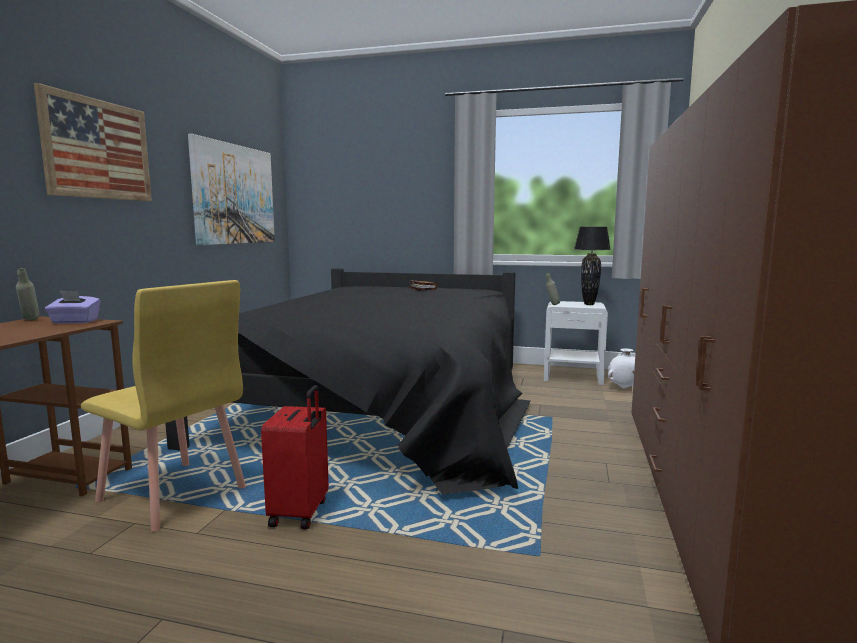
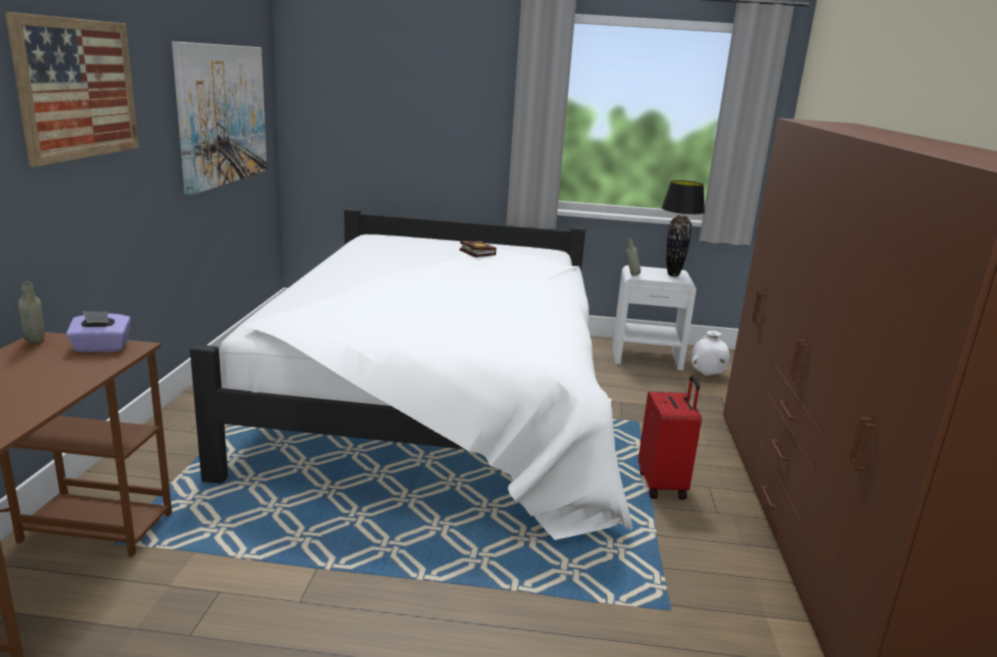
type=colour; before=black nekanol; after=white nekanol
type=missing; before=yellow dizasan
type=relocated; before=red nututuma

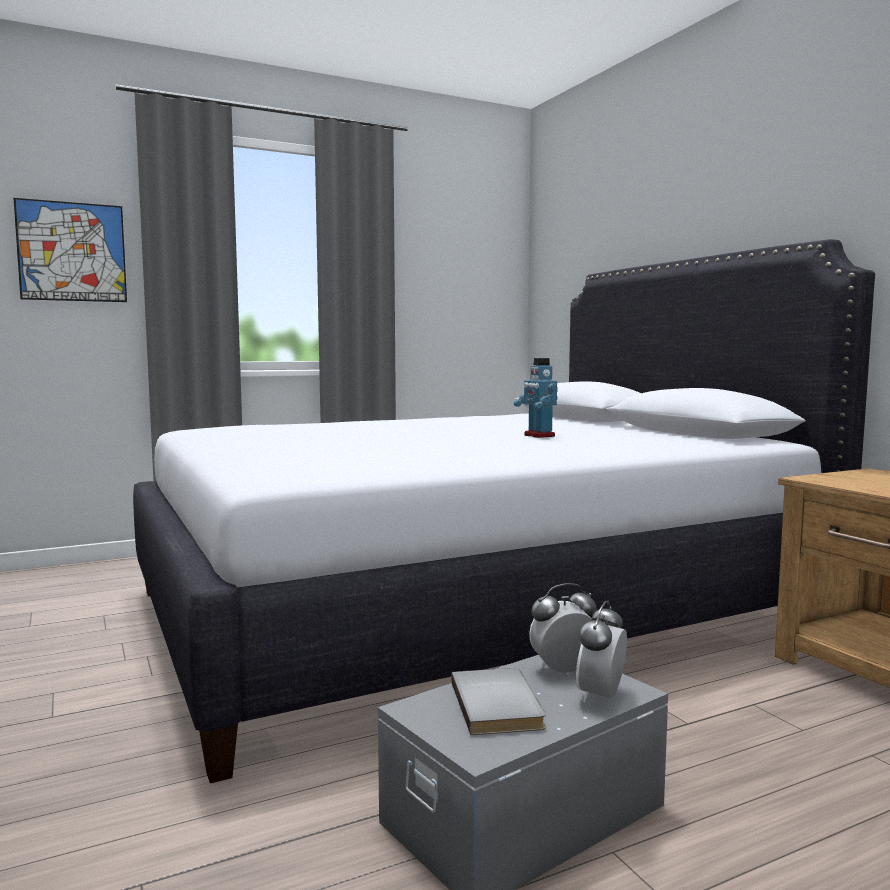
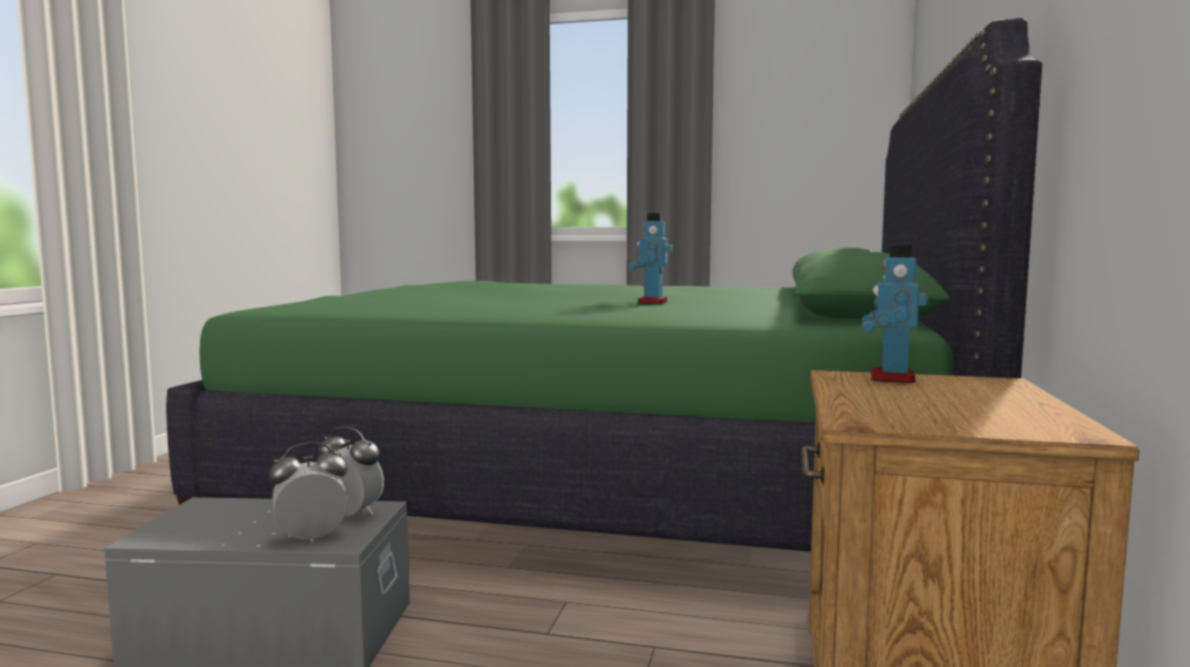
type=missing; before=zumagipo
type=colour; before=white nekanol; after=green nekanol
type=missing; before=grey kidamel
type=appeared; after=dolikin (no. 2 from left)

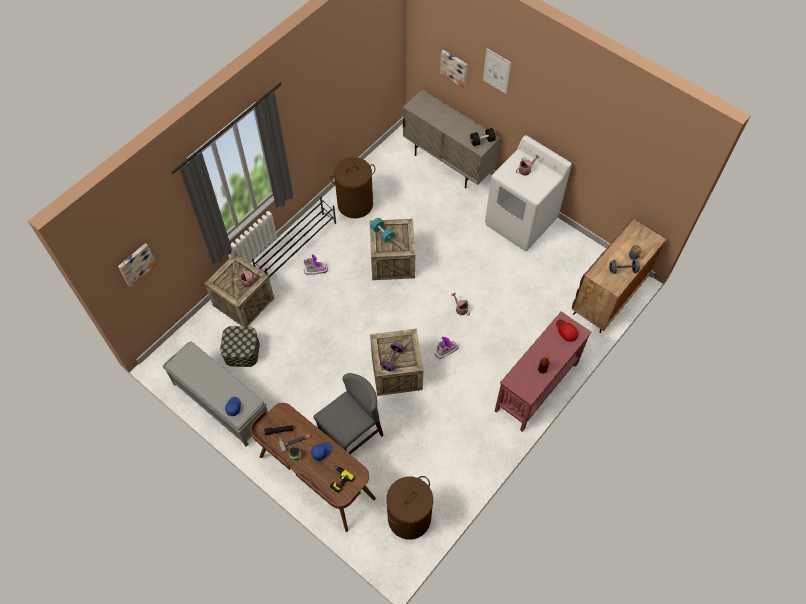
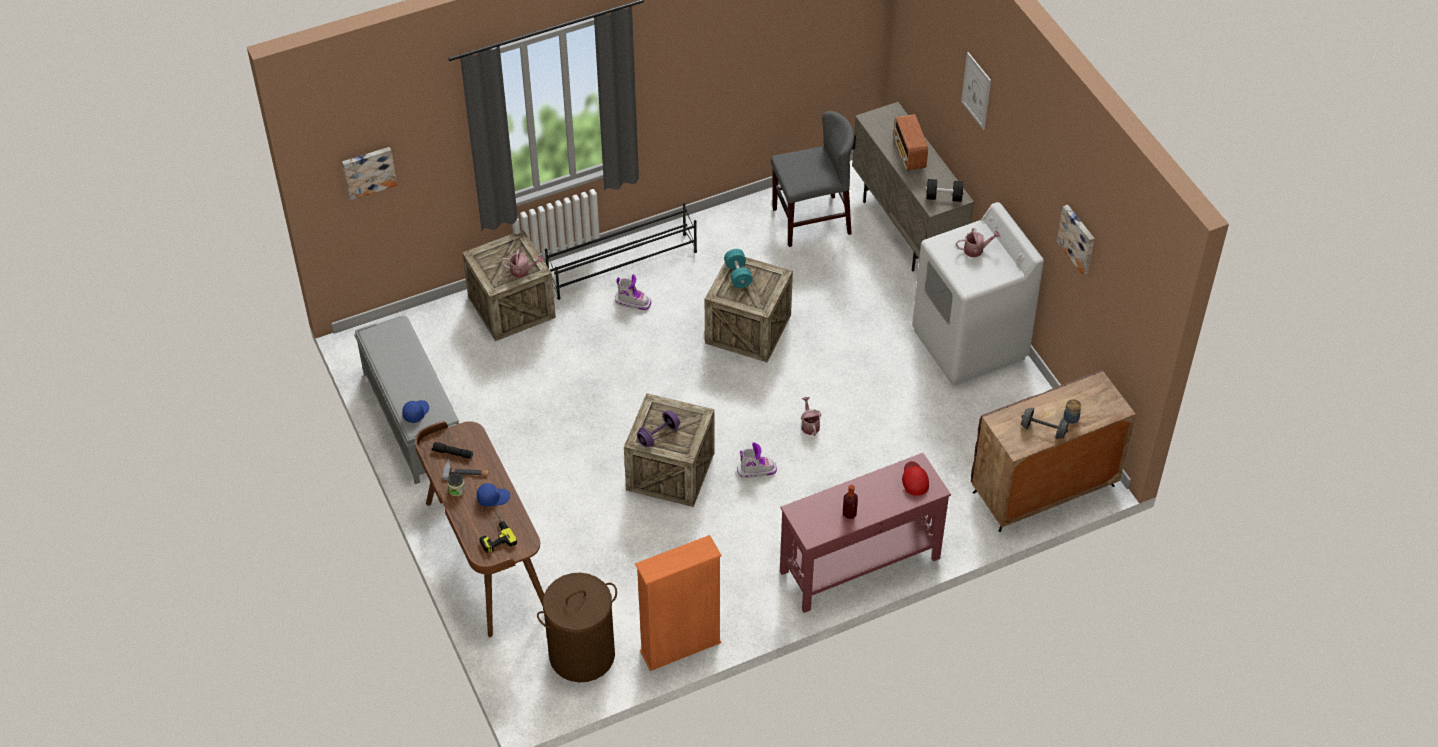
type=relocated; before=zumagipo (no. 2 from left in the first image); after=zumagipo (no. 3 from left)
type=missing; before=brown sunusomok (no. 1 from left)
type=missing; before=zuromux
type=relocated; before=grey dizasan
type=appeared; after=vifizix
type=appeared; after=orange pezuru

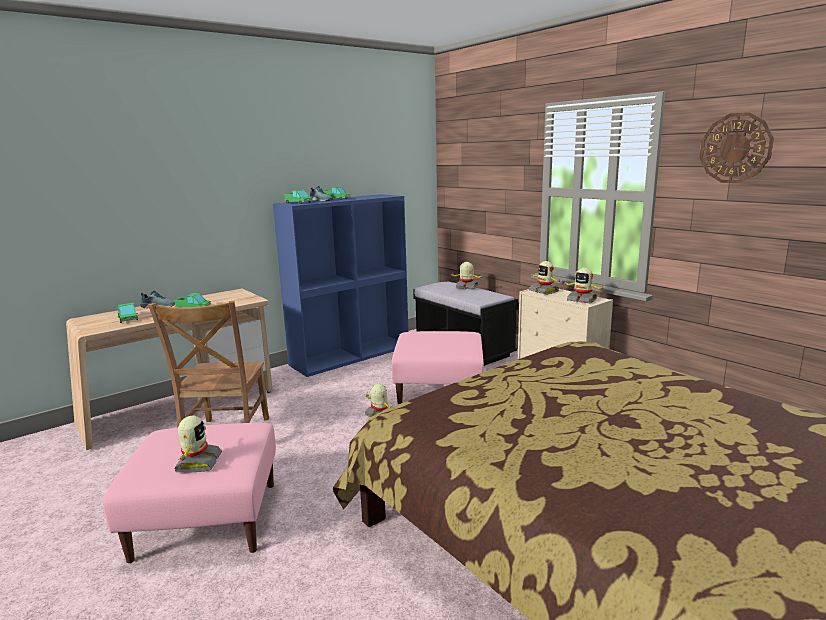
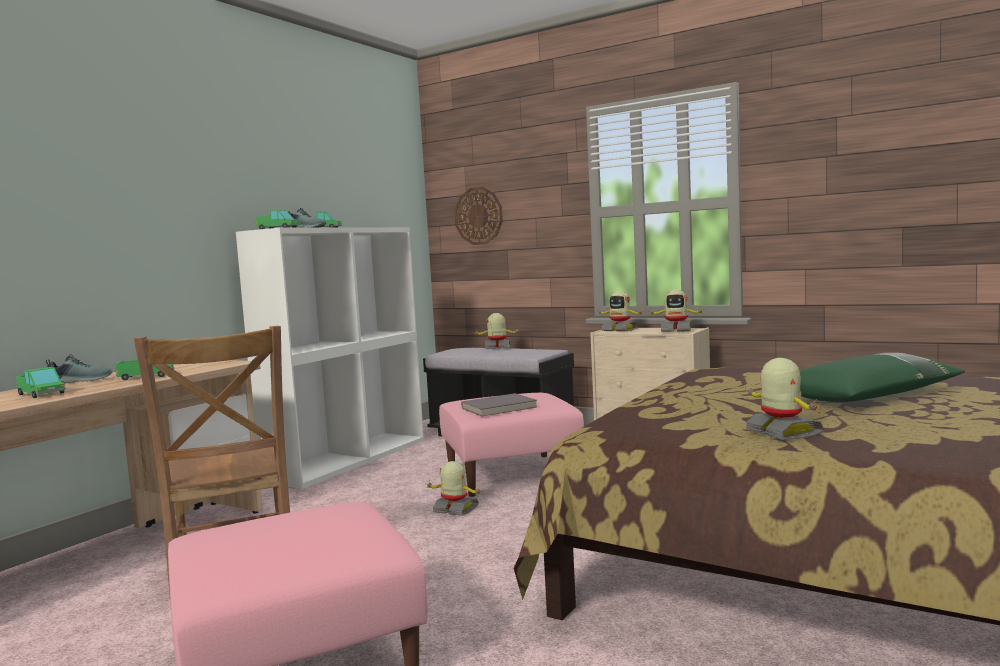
type=relocated; before=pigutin
type=colour; before=blue pezuru; after=white pezuru
type=relocated; before=dolikin (no. 1 from left in the first image); after=dolikin (no. 5 from left)
type=appeared; after=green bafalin
type=appeared; after=grey kidamel

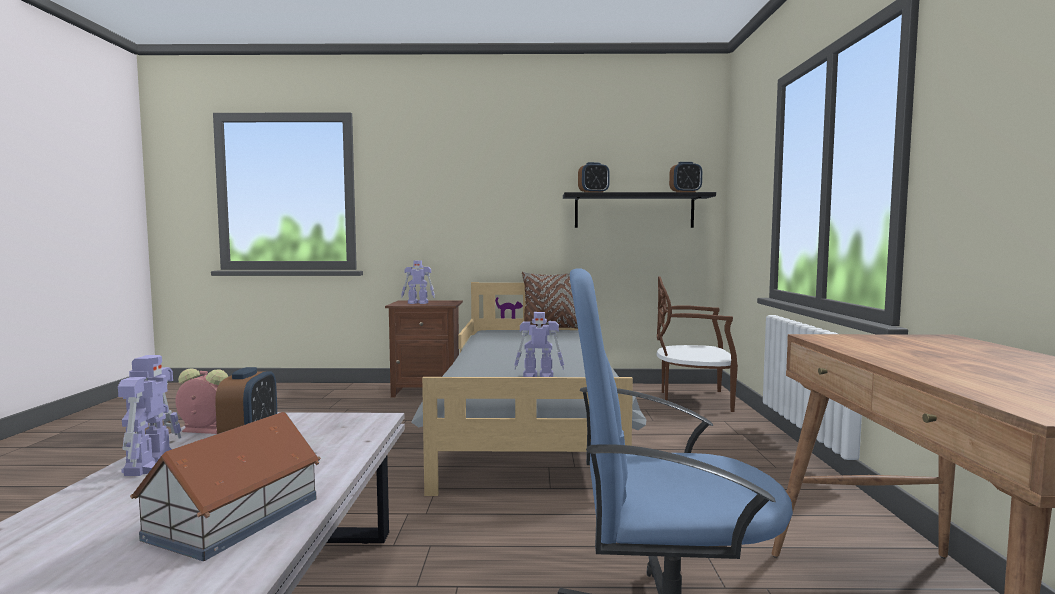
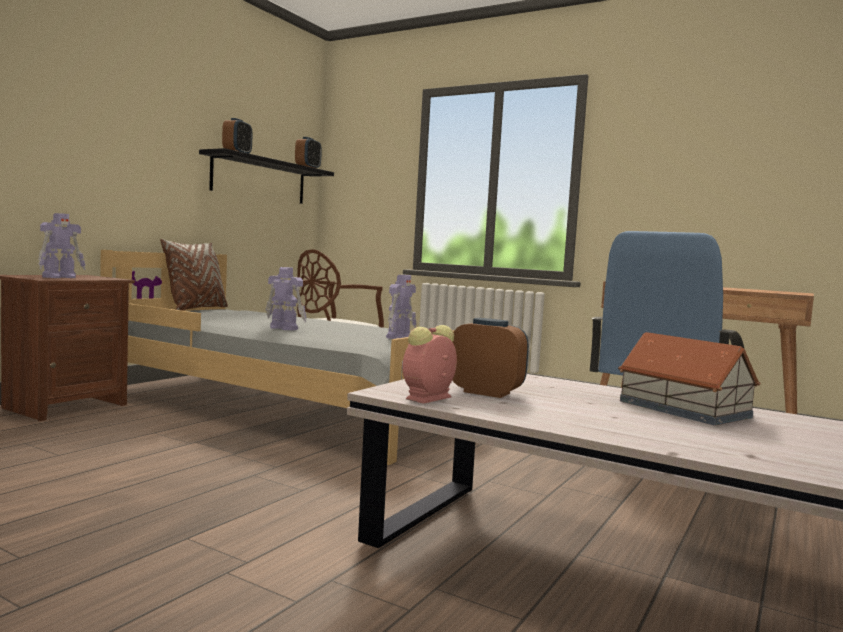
type=relocated; before=dolikin (no. 1 from left in the first image); after=dolikin (no. 2 from left)

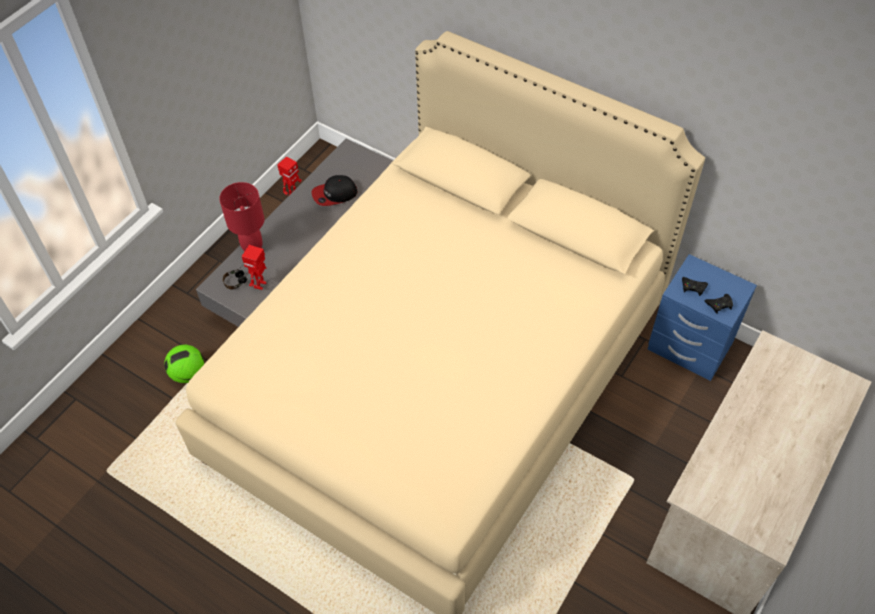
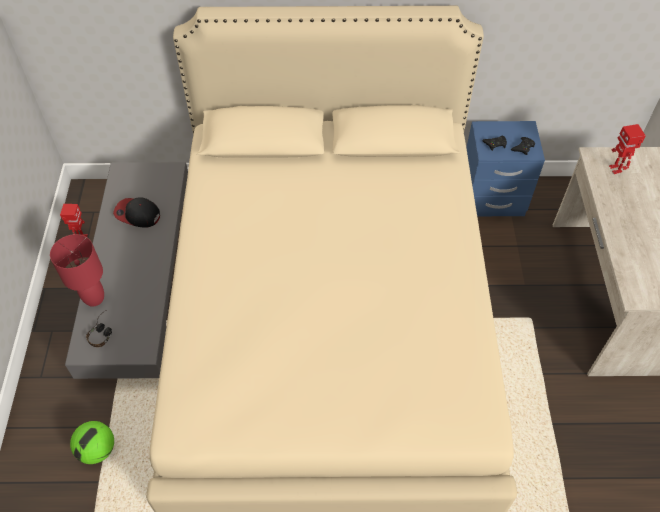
type=spun; before=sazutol; turn=75
type=relocated; before=dolikin (no. 1 from left in the first image); after=dolikin (no. 2 from left)

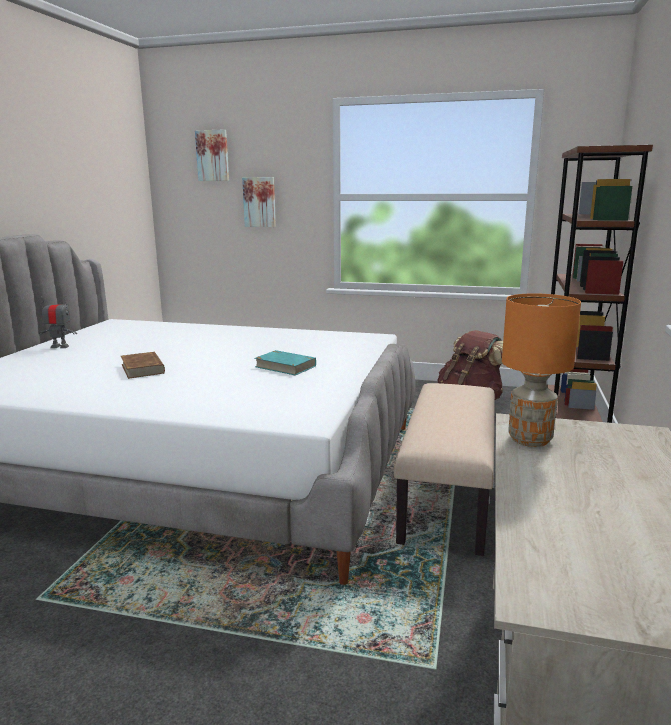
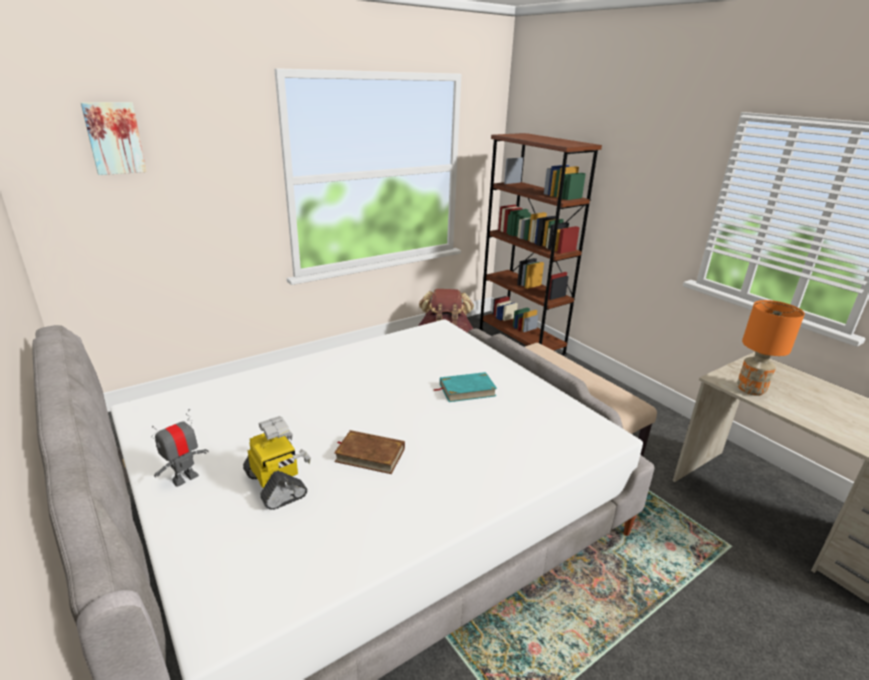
type=missing; before=zumagipo (no. 2 from left)
type=appeared; after=dolikin (no. 2 from left)

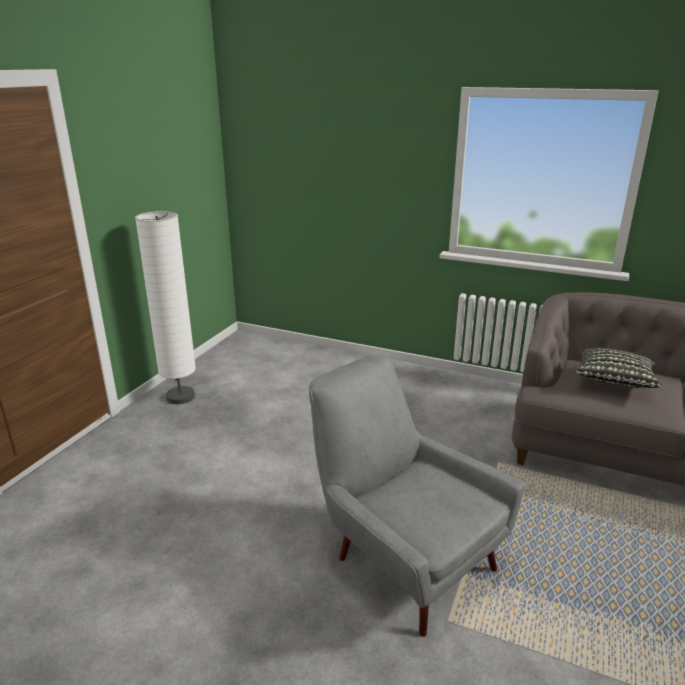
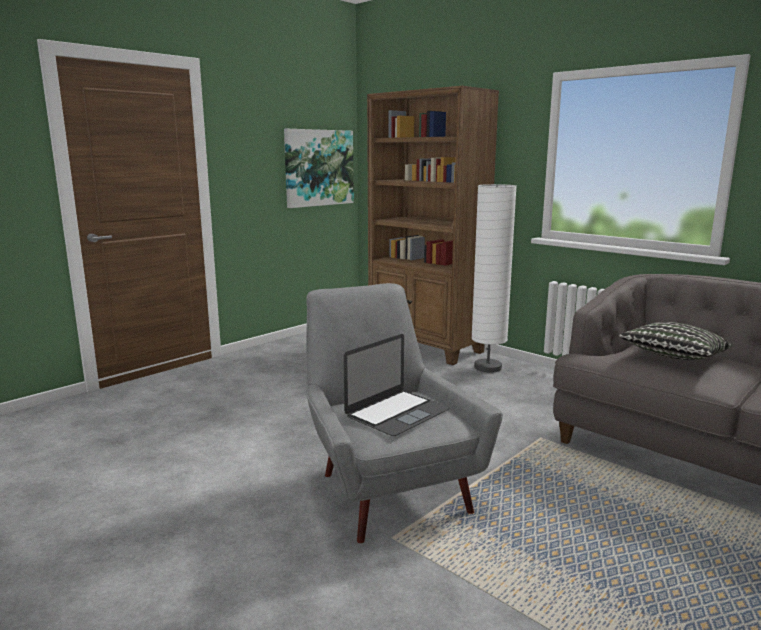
type=relocated; before=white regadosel
type=appeared; after=brown pezuru
type=appeared; after=zumagipo
type=appeared; after=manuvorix

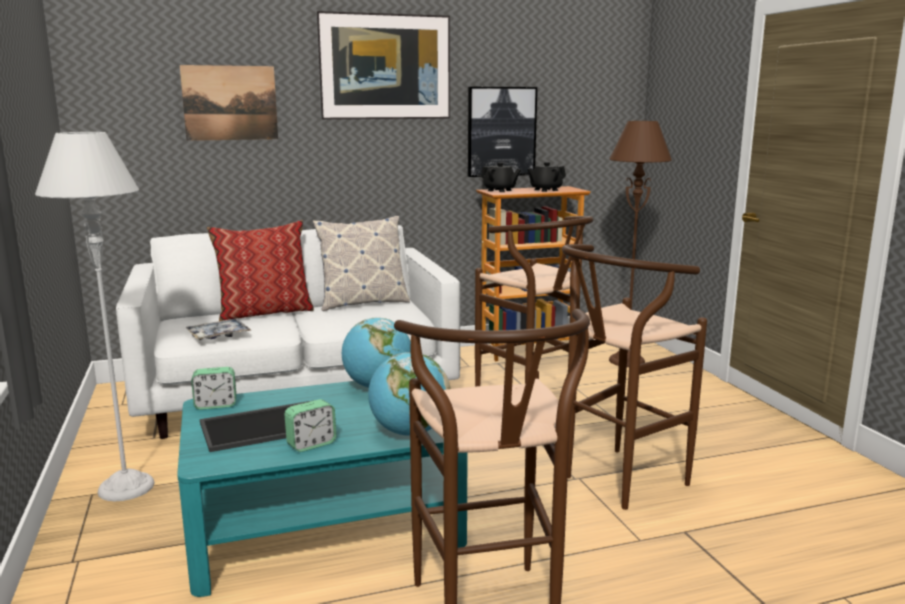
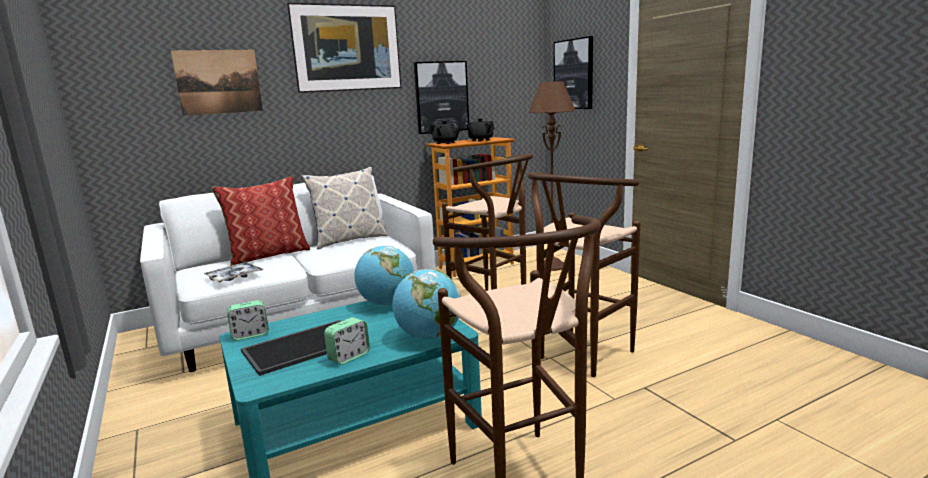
type=missing; before=grey regadosel
type=appeared; after=zumagipo (no. 4 from left)

